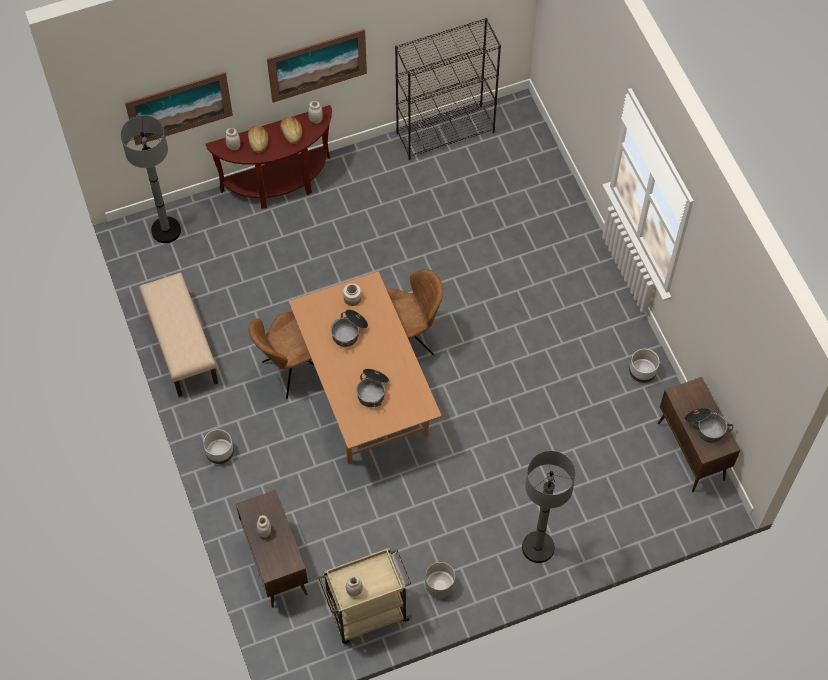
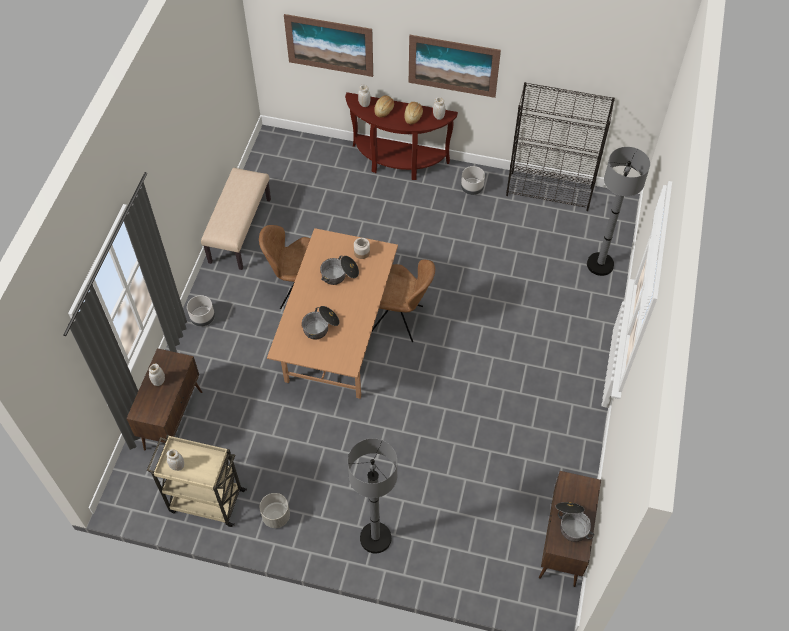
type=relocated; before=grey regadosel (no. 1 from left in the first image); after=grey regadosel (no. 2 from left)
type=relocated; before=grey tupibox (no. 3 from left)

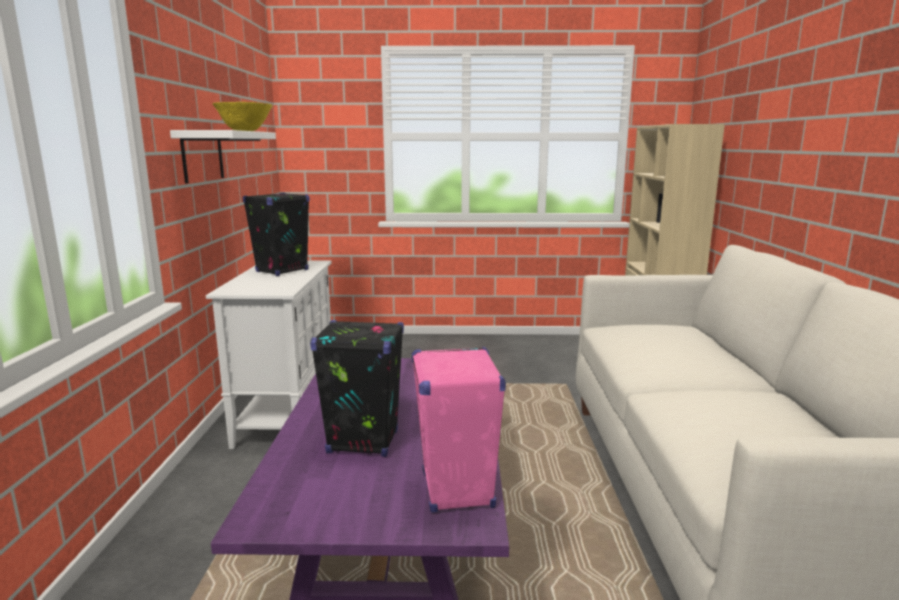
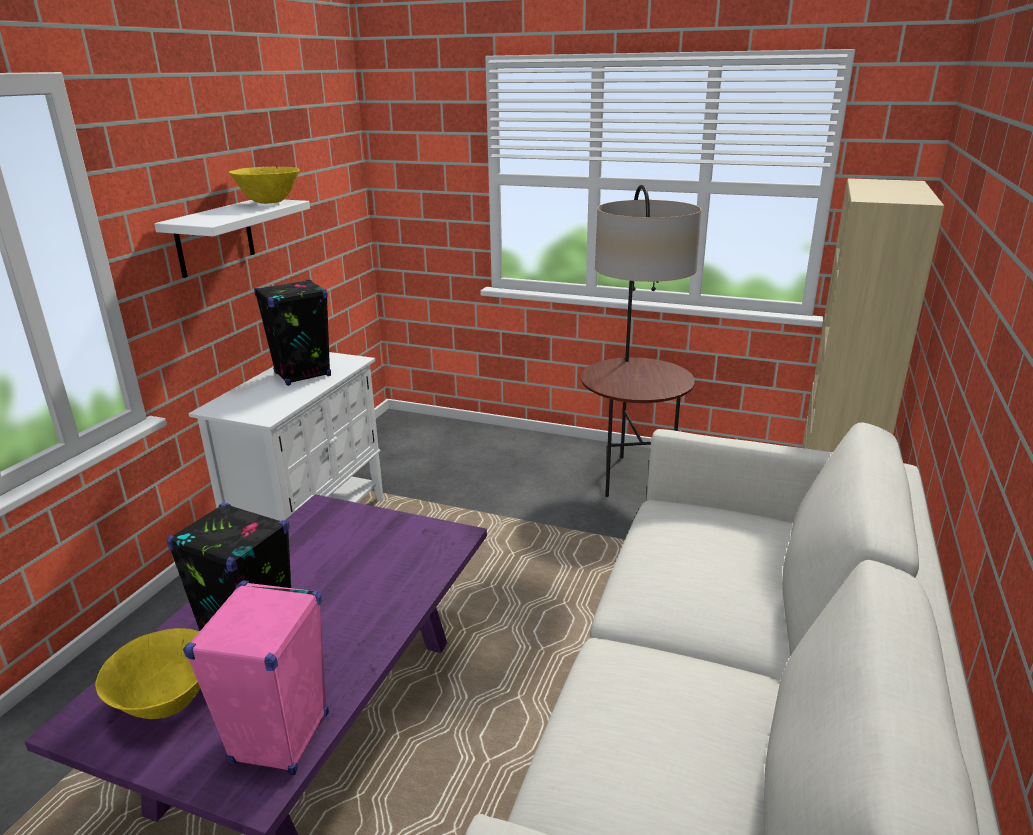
type=appeared; after=regadosel
type=appeared; after=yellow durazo (no. 1 from left)

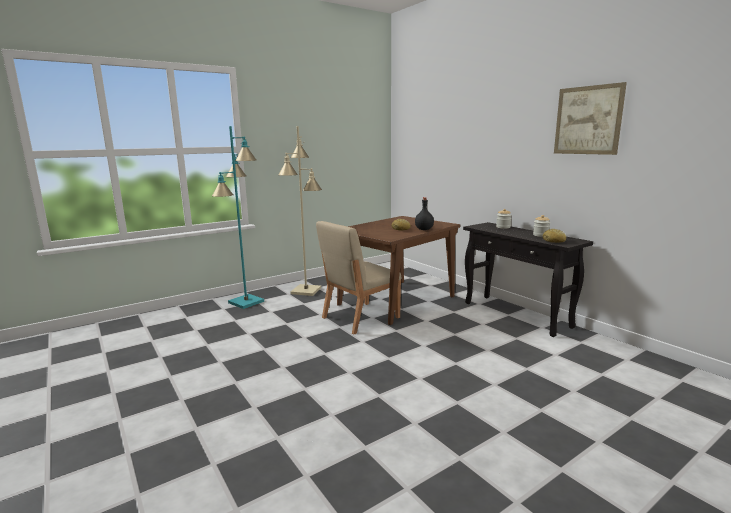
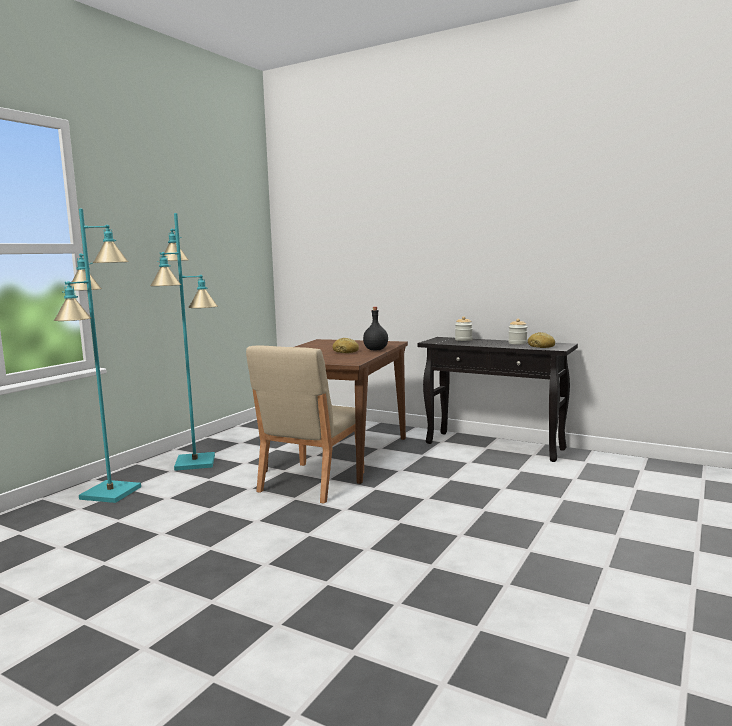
type=missing; before=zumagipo
type=colour; before=beige regadosel; after=turquoise regadosel (no. 2 from left)

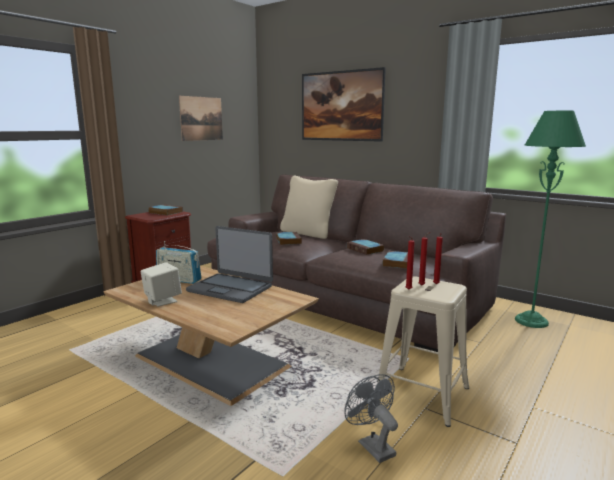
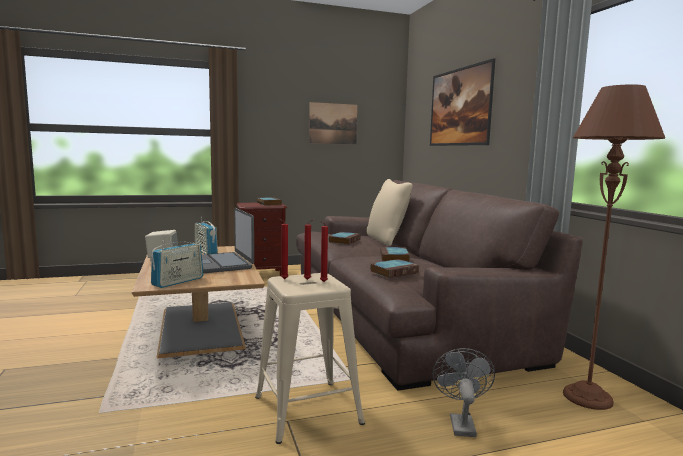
type=colour; before=green regadosel; after=brown regadosel
type=relocated; before=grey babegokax
type=appeared; after=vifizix (no. 1 from left)

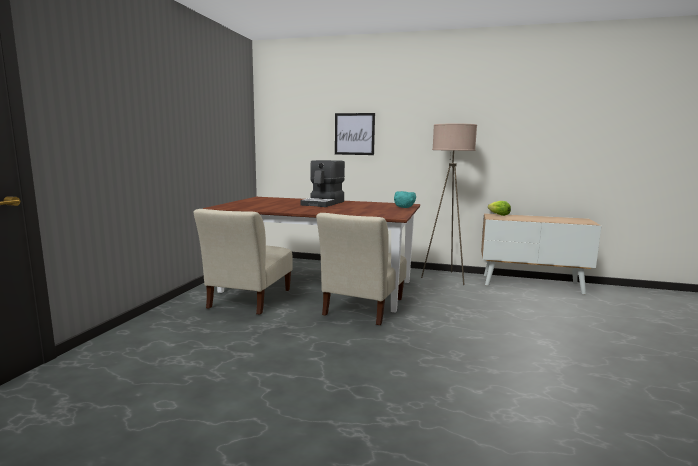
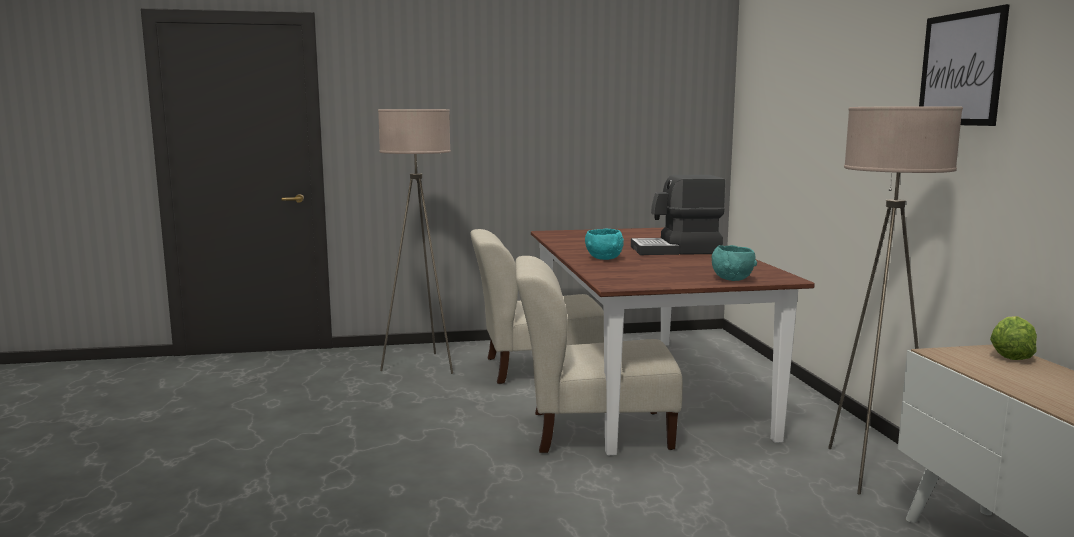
type=relocated; before=zumagipo
type=appeared; after=beige regadosel (no. 1 from left)
type=appeared; after=turquoise durazo (no. 1 from left)

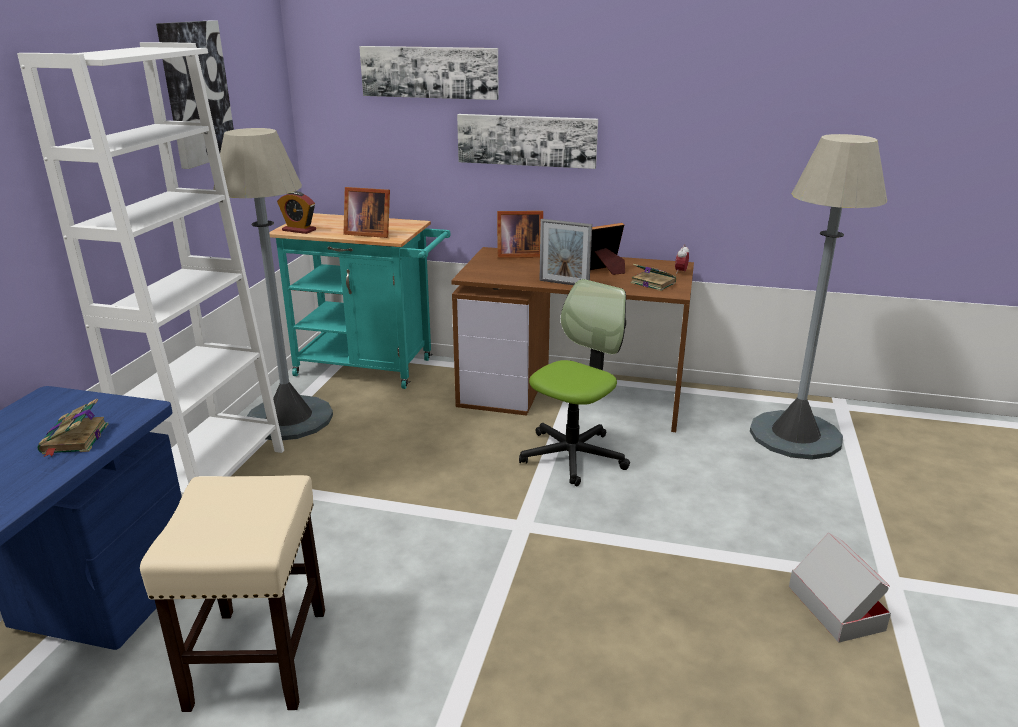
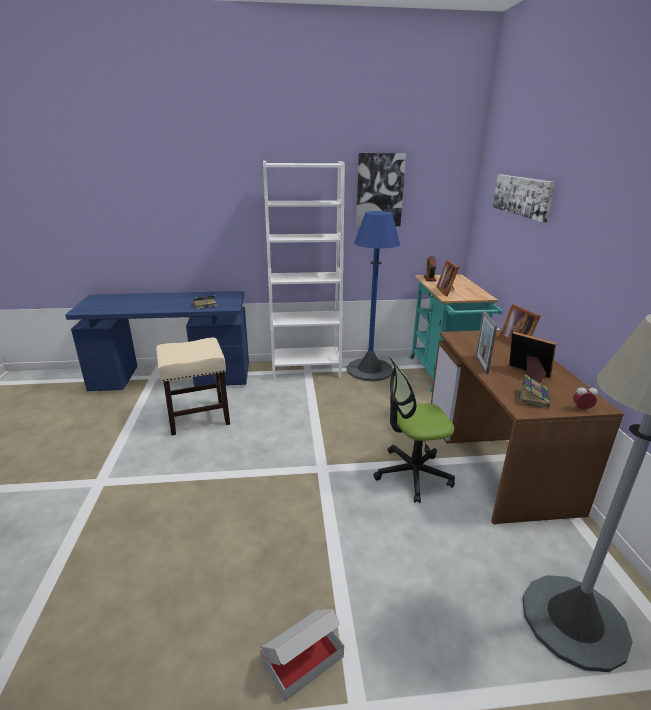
type=missing; before=zumagipo (no. 3 from left)
type=colour; before=grey regadosel (no. 1 from left); after=blue regadosel
type=spun; before=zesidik; turn=150

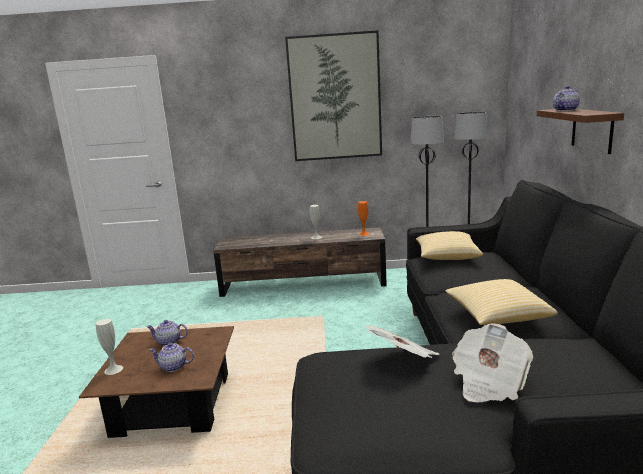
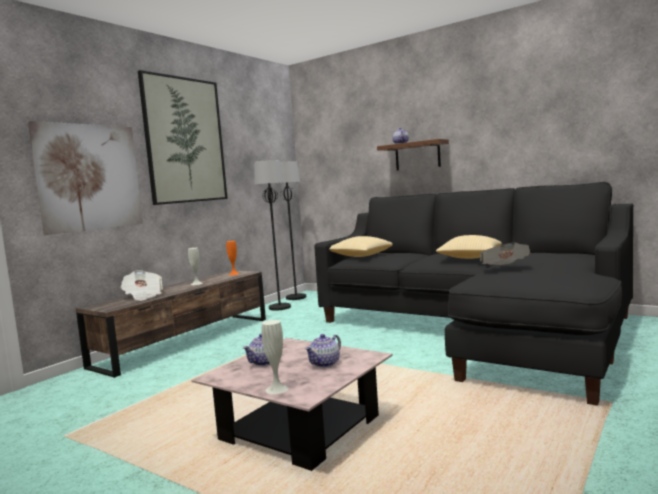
type=relocated; before=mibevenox (no. 2 from left in the first image); after=mibevenox (no. 1 from left)
type=colour; before=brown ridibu; after=pink ridibu
type=appeared; after=zumagipo (no. 1 from left)

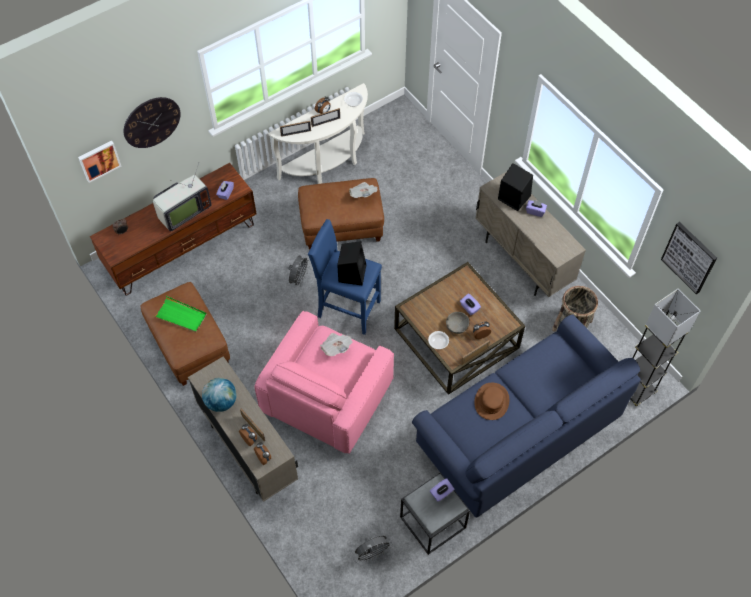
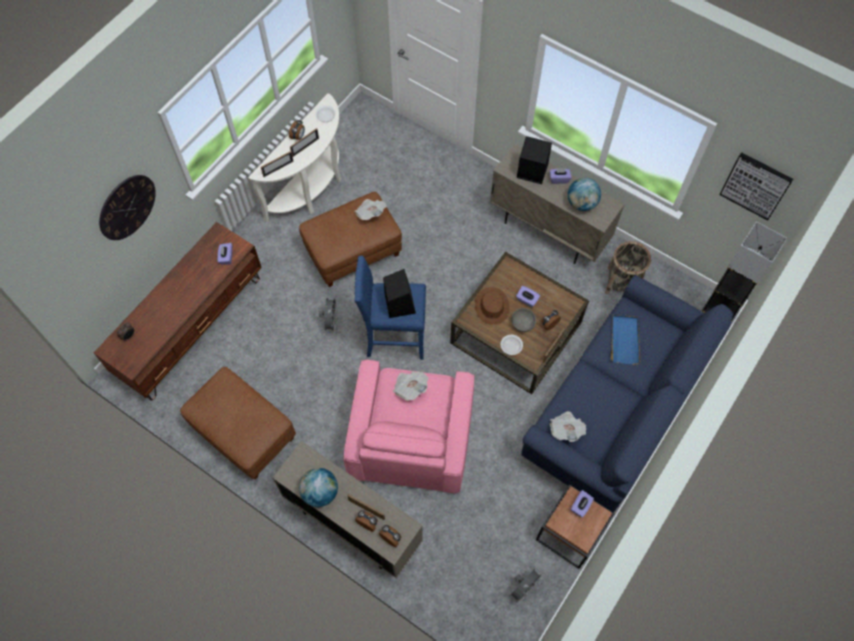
type=missing; before=zumagipo (no. 1 from left)
type=missing; before=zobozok
type=missing; before=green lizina
type=relocated; before=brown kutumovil
type=colour; before=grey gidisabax; after=brown gidisabax
type=appeared; after=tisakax (no. 2 from left)
type=appeared; after=blue lizina
type=appeared; after=mibevenox (no. 3 from left)

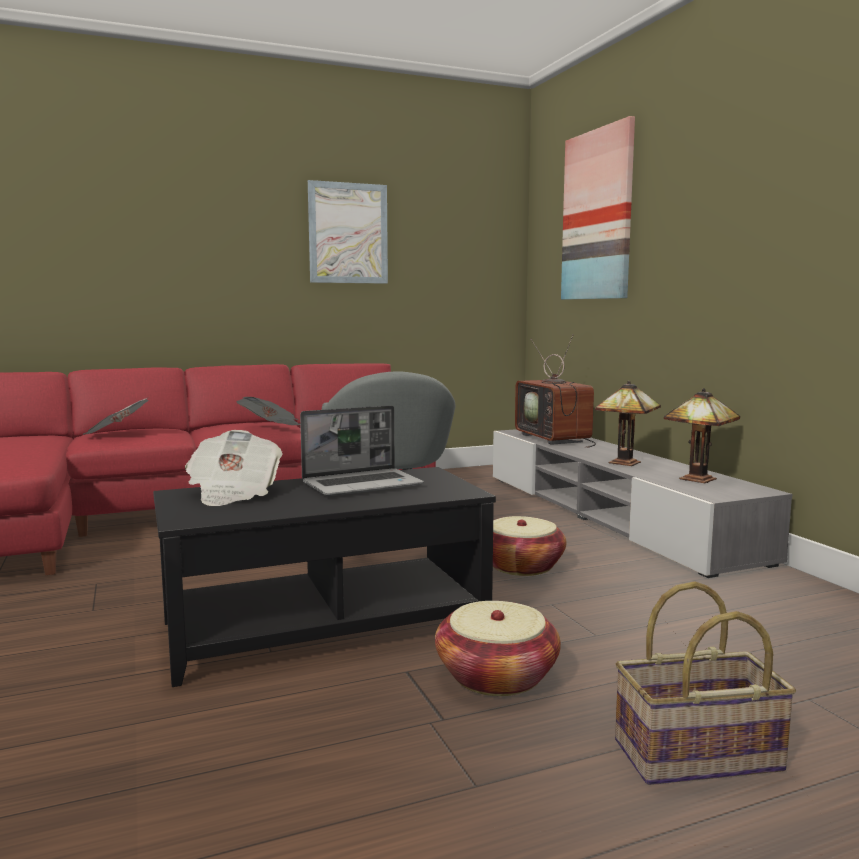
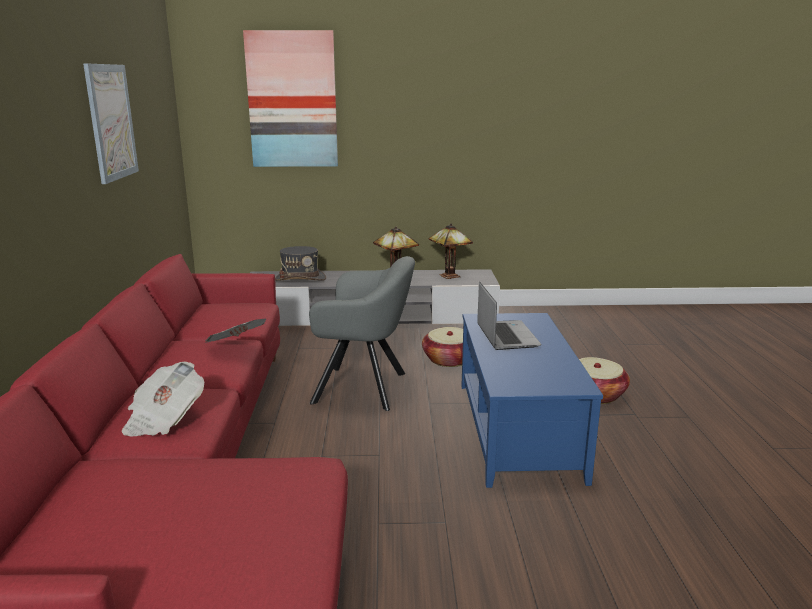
type=exchanged; before=zobozok; after=grey kutumovil
type=missing; before=mibevenox (no. 2 from left)
type=colour; before=black ridibu; after=blue ridibu
type=missing; before=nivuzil (no. 3 from left)

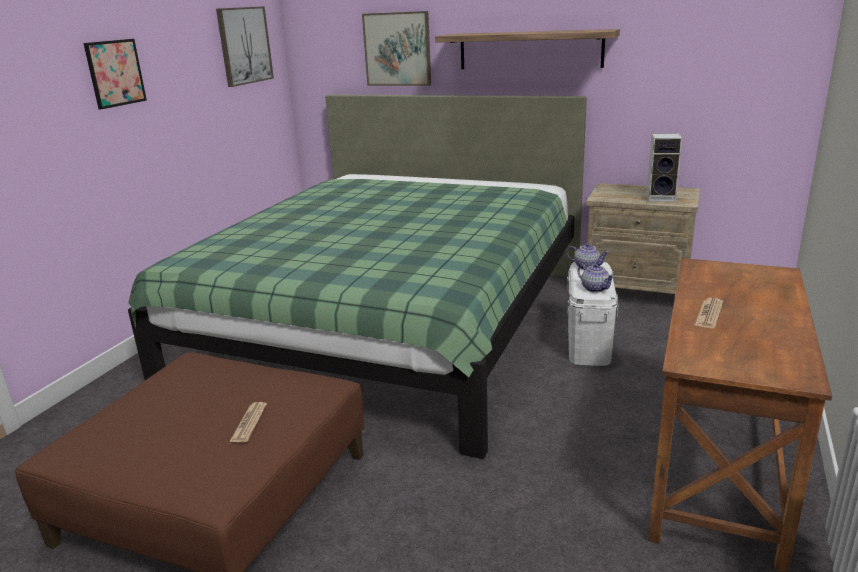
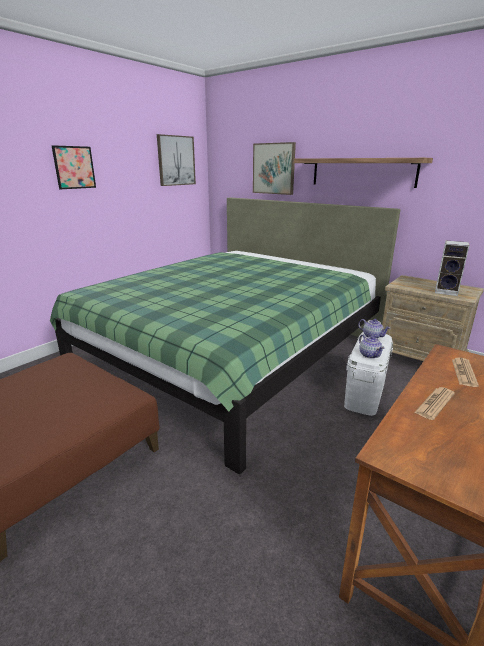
type=relocated; before=mibevenox (no. 1 from left in the first image); after=mibevenox (no. 2 from left)

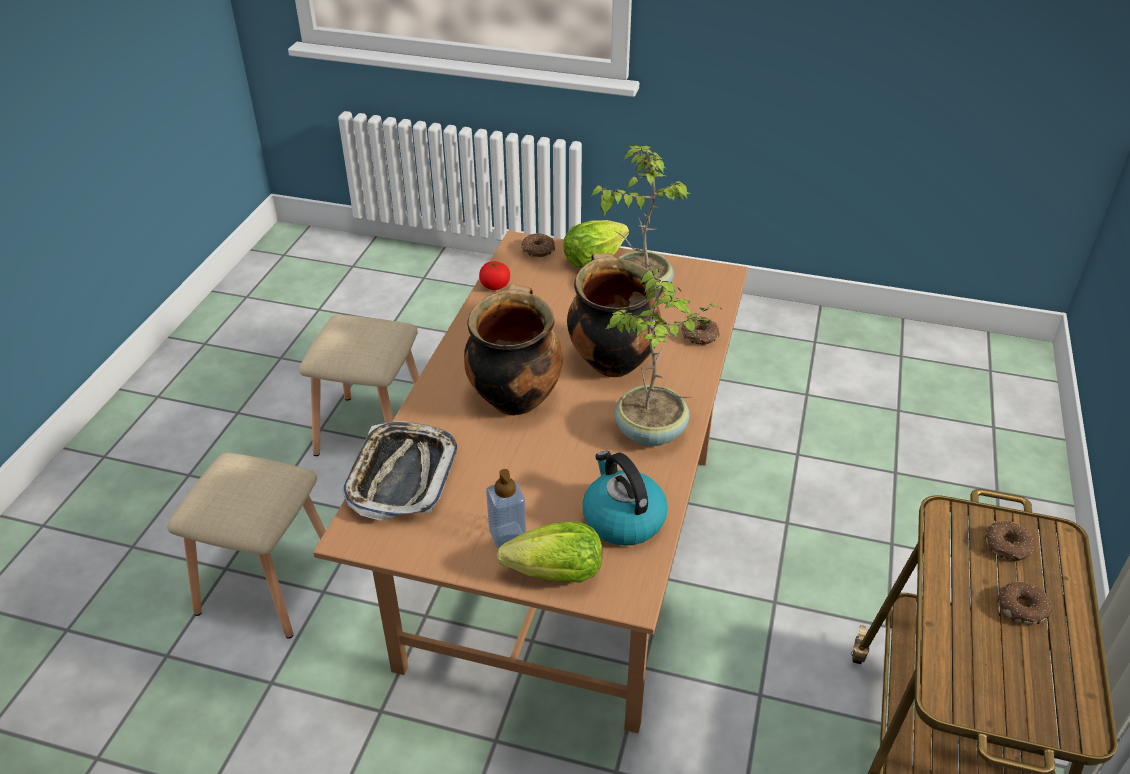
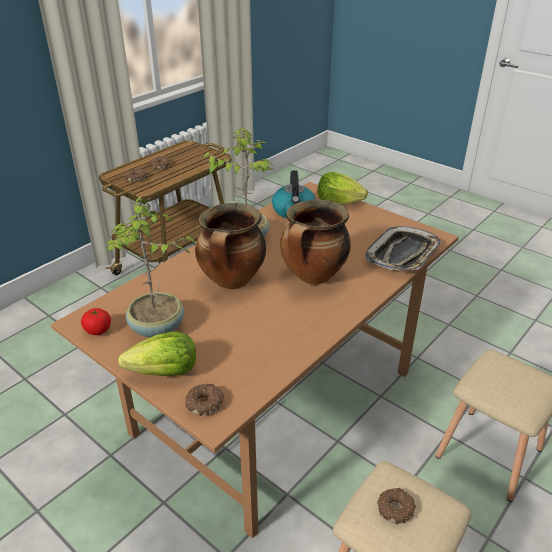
type=relocated; before=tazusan
type=relocated; before=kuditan (no. 2 from left in the first image); after=kuditan (no. 4 from left)
type=missing; before=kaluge

